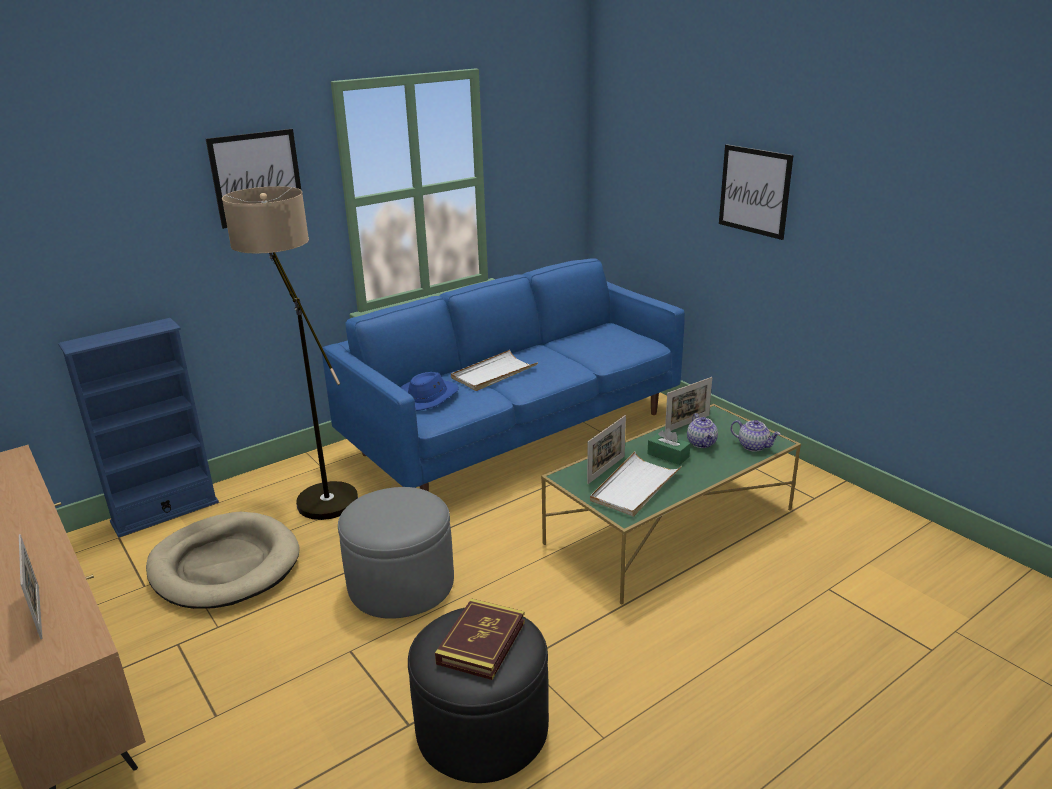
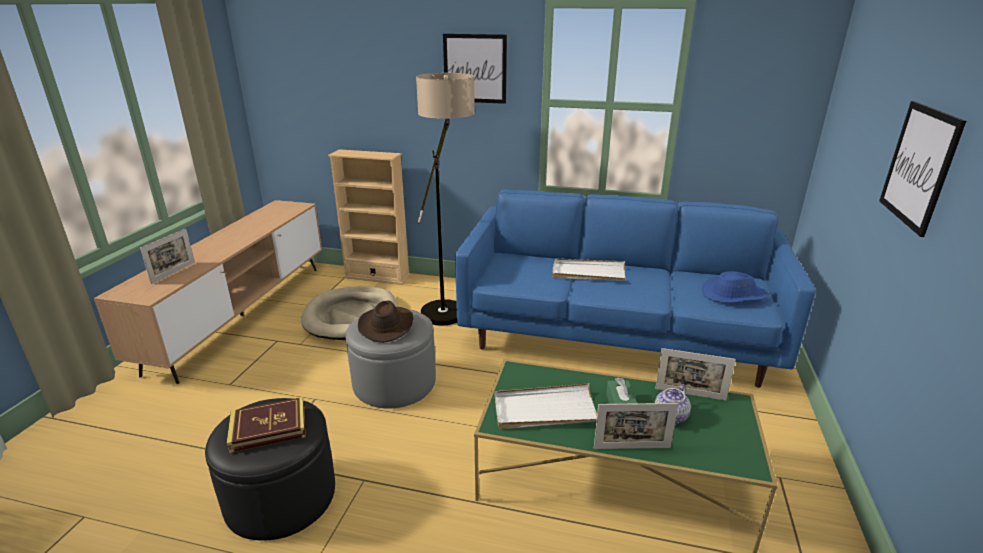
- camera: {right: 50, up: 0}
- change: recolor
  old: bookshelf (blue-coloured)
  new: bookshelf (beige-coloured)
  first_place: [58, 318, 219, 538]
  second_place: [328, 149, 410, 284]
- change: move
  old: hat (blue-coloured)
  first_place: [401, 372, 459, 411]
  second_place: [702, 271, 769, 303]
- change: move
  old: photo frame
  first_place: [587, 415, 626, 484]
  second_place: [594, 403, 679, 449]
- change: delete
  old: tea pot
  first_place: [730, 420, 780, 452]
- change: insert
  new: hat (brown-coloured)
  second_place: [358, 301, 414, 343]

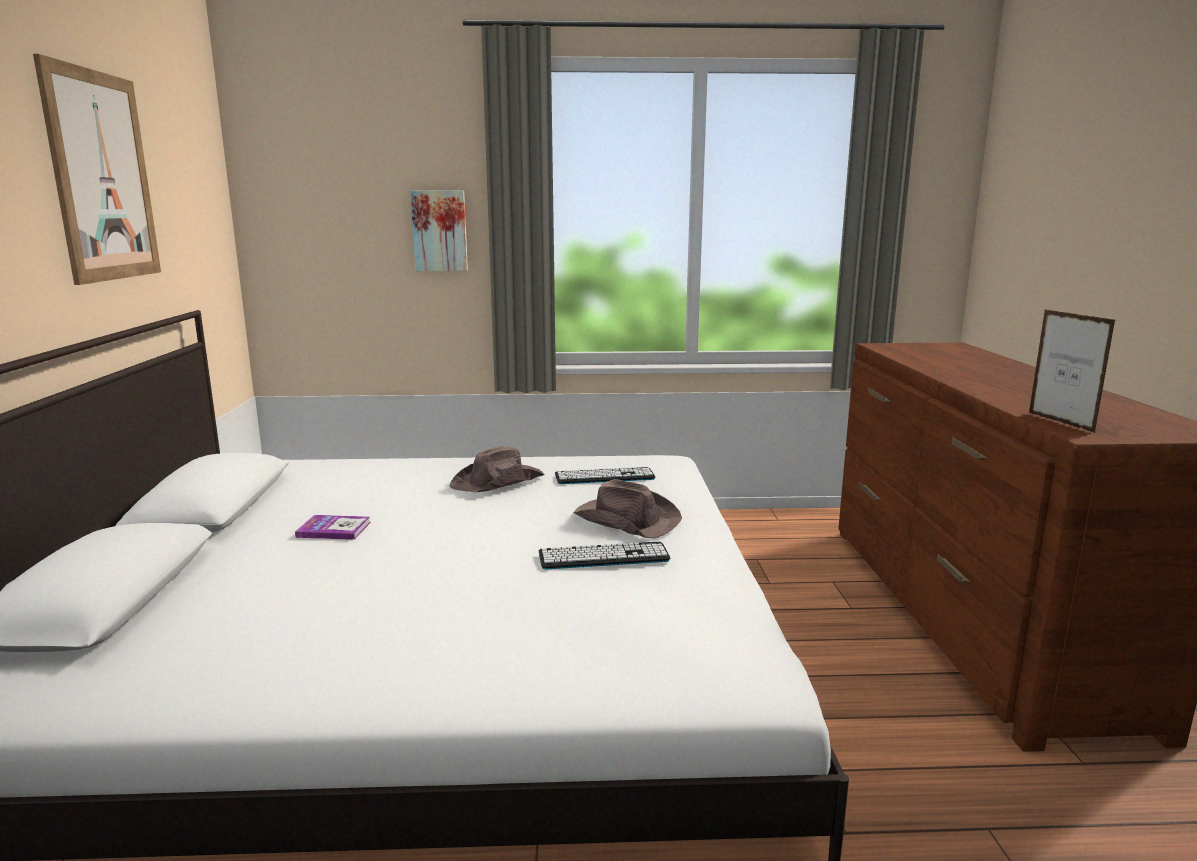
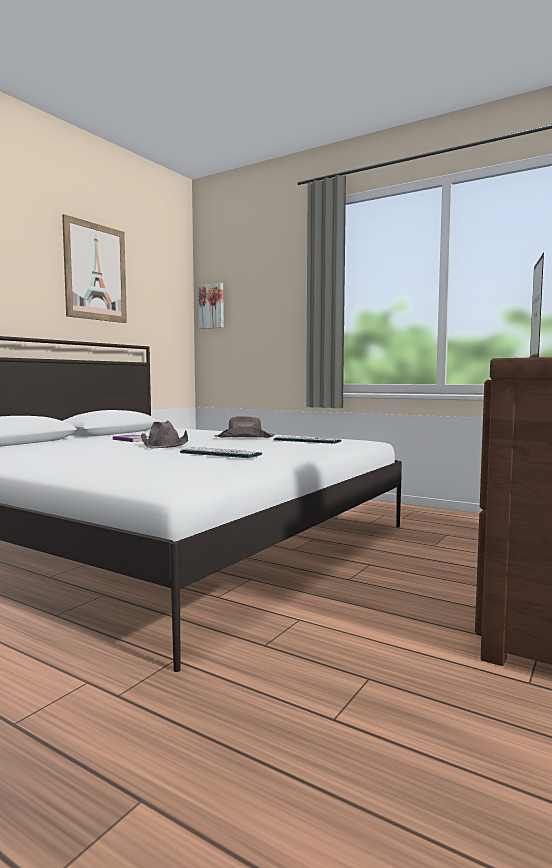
- camera: {right: 35, up: -10}
- change: move
  old: picture
  first_place: [410, 190, 468, 271]
  second_place: [198, 283, 224, 329]
- change: move
  old: hat (brown-coloured)
  first_place: [573, 479, 682, 538]
  second_place: [141, 420, 188, 449]

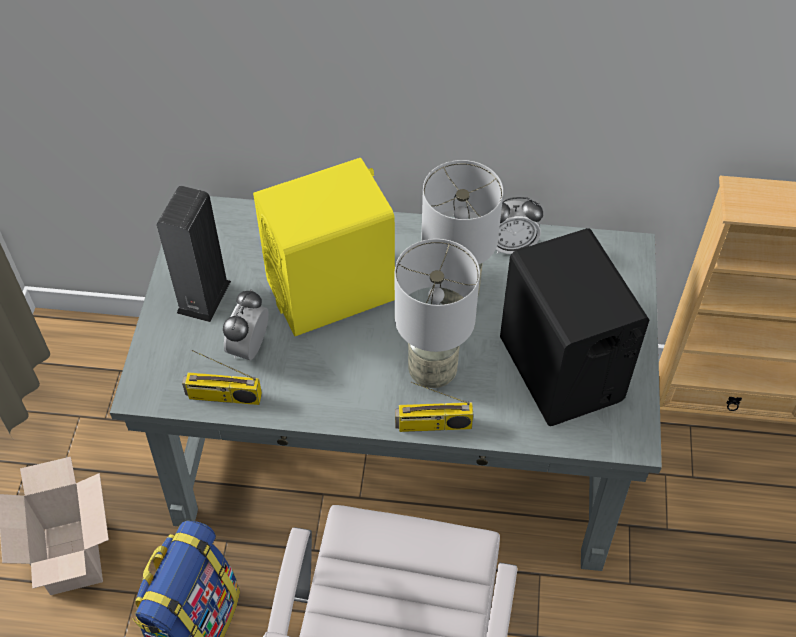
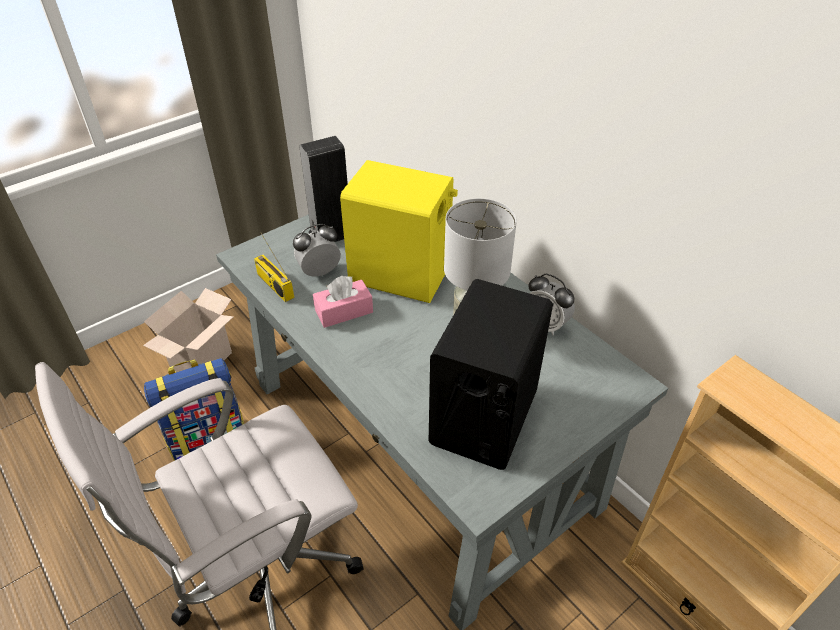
- camera: {right: 45, up: -10}
- change: delete
  old: lamp for a table (greyish)
  first_place: [395, 239, 480, 388]
- change: delete
  old: radio set
  first_place: [395, 382, 473, 432]
- change: insert
  new: box of tissues (pink-coloured)
  second_place: [313, 276, 373, 328]

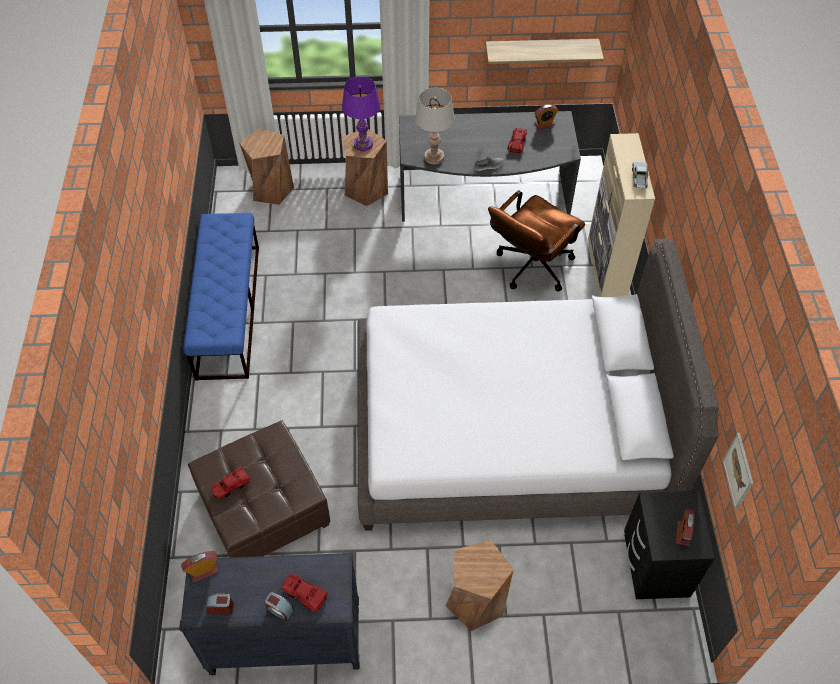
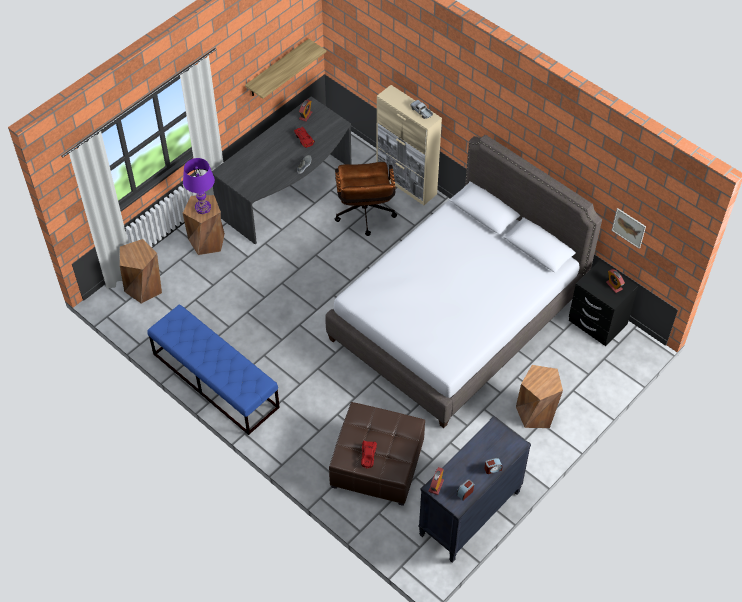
- camera: {right: -45, up: 0}
- change: delete
  old: lamp for a table (greyish)
  first_place: [415, 88, 455, 164]
- change: delete
  old: toy car (red-coloured)
  first_place: [281, 573, 328, 612]

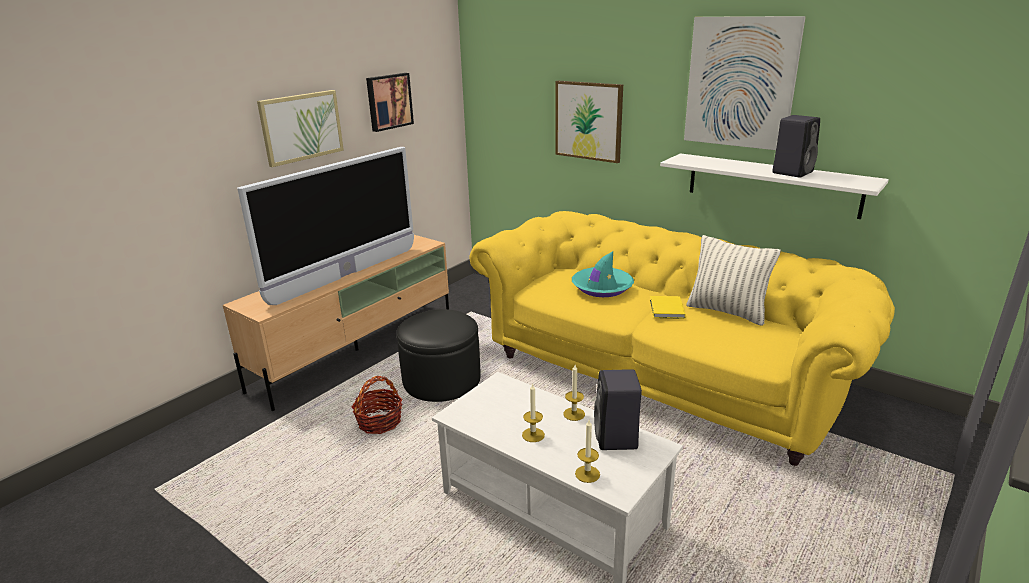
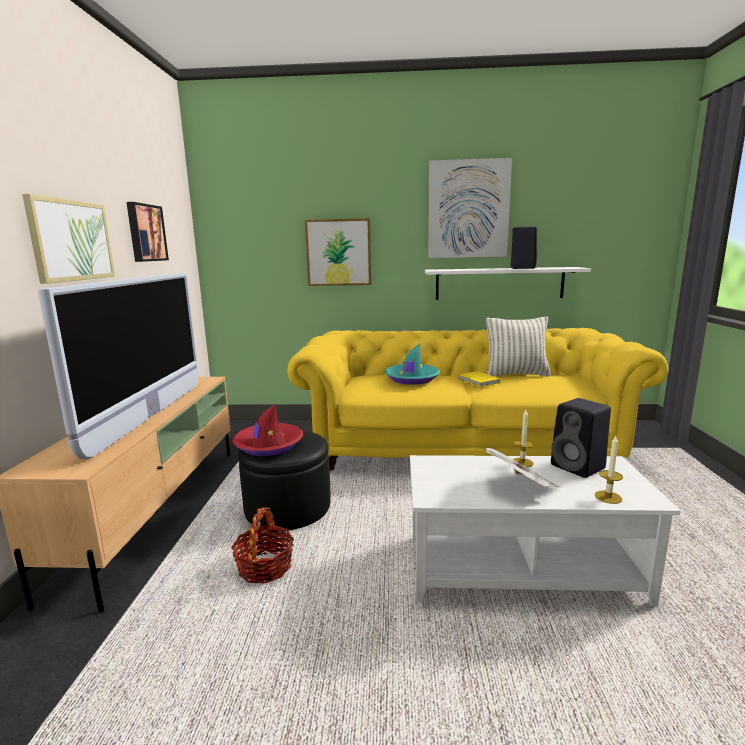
- camera: {right: -35, up: -10}
- change: replace
  old: wax candle
  new: newspaper
  first_place: [522, 383, 545, 442]
  second_place: [484, 448, 562, 489]
- change: insert
  new: hat (red-coloured)
  second_place: [232, 404, 303, 456]

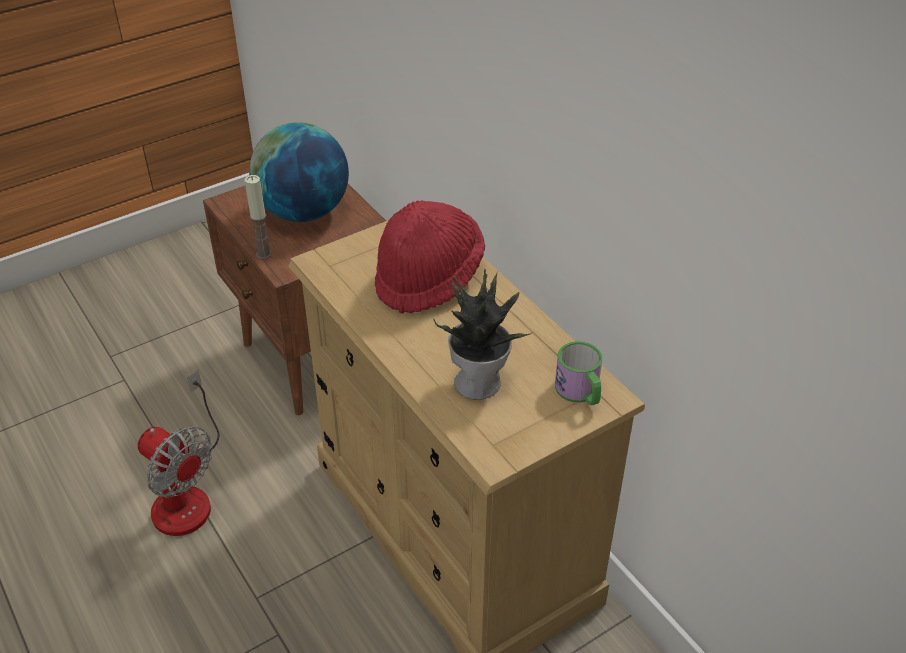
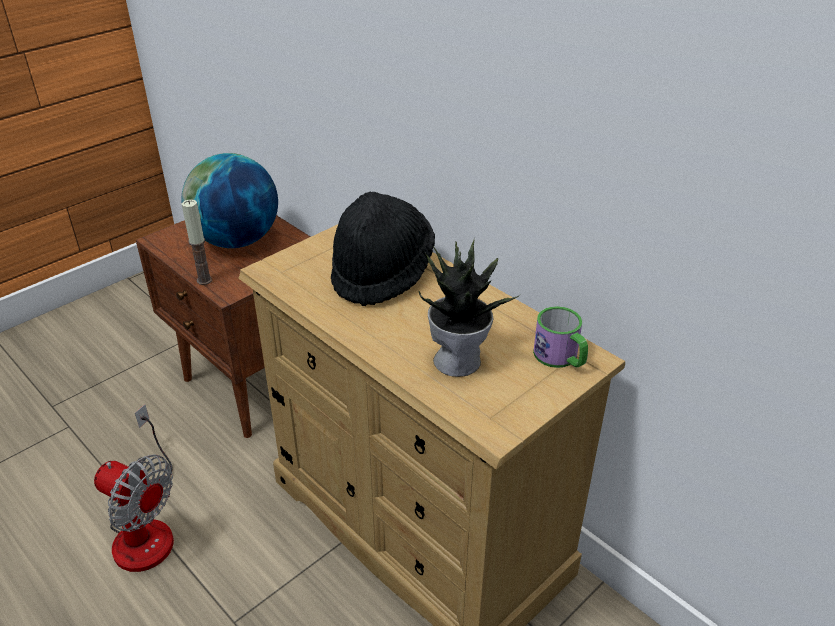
- camera: {right: -10, up: -5}
- change: recolor
  old: hat (red-coloured)
  new: hat (blackish)
  first_place: [375, 200, 485, 314]
  second_place: [331, 192, 435, 306]

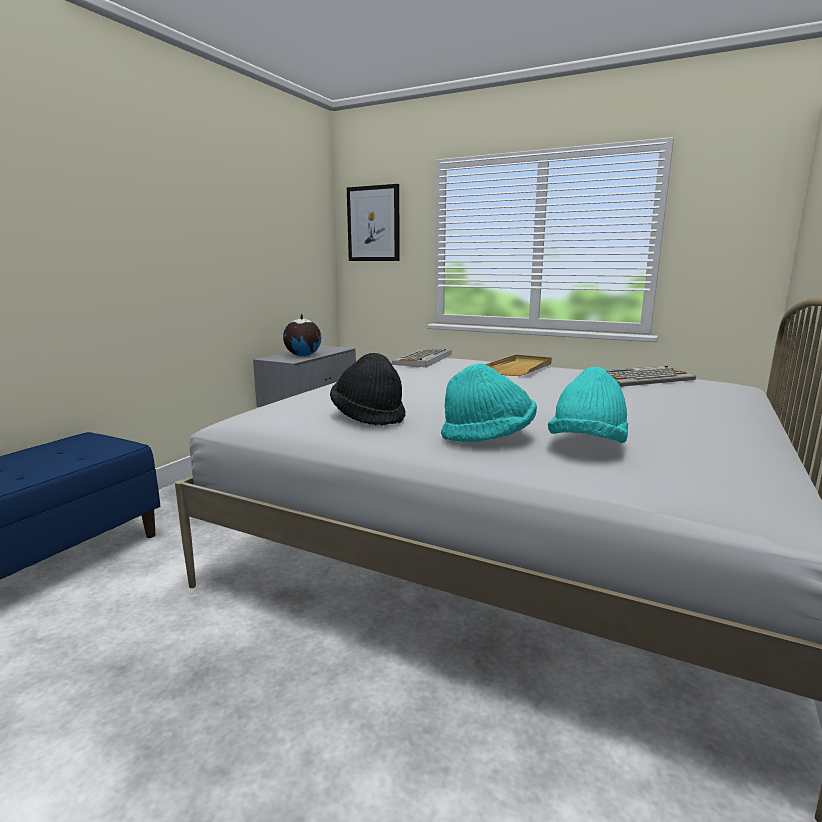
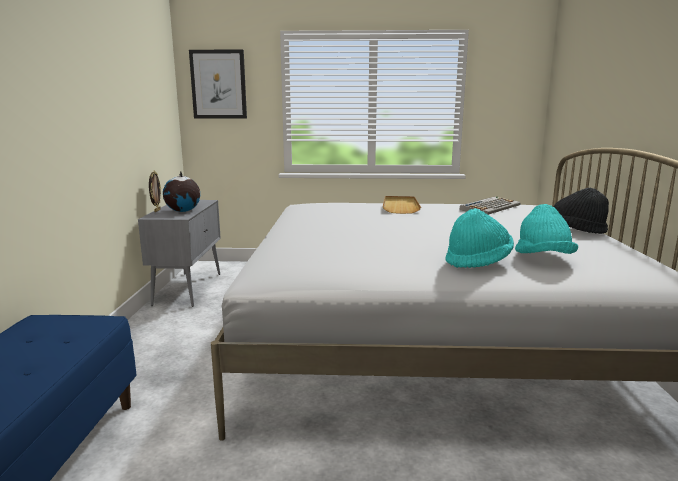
- camera: {right: -25, up: 0}
- change: delete
  old: keyboard
  first_place: [392, 349, 452, 367]
- change: move
  old: hat (blackish)
  first_place: [330, 353, 406, 426]
  second_place: [553, 188, 609, 234]
- change: insert
  new: photo frame
  second_place: [149, 171, 161, 212]

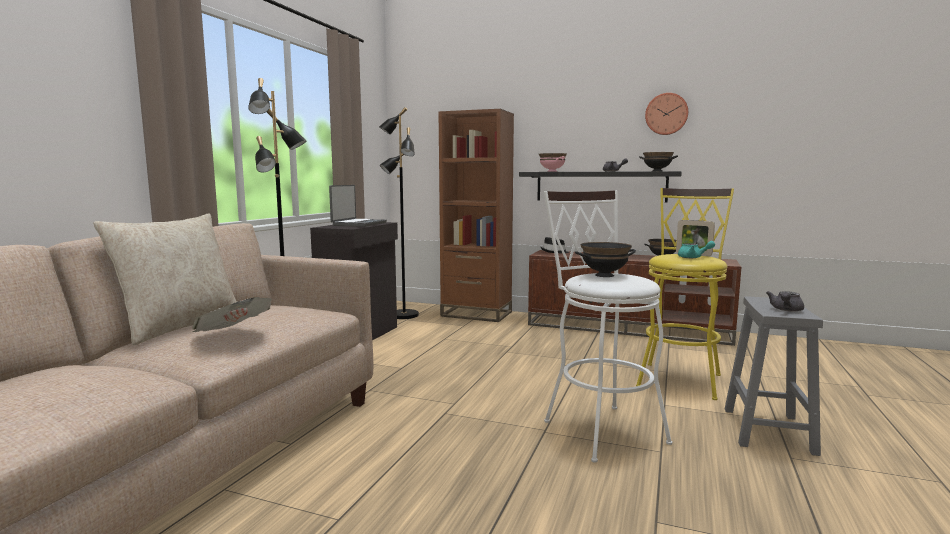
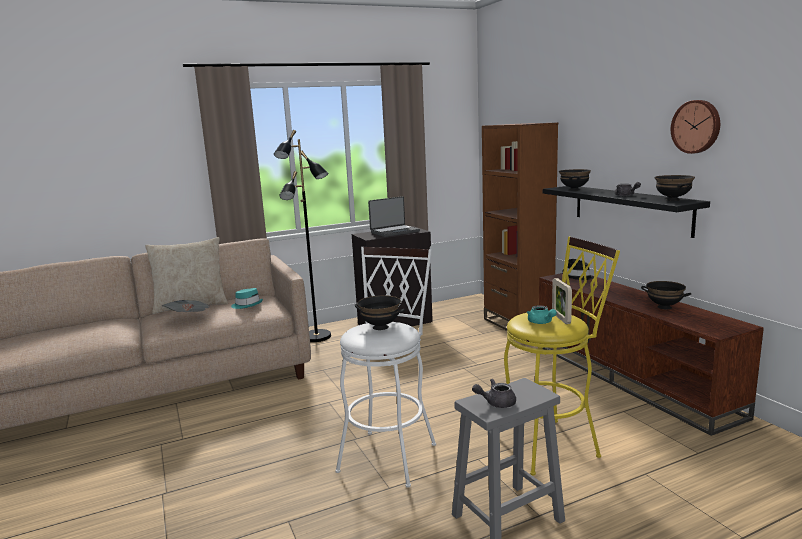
- camera: {right: 45, up: 5}
- change: delete
  old: standing lamp (blackish)
  first_place: [379, 107, 419, 319]
- change: recolor
  old: bowl (pink-coloured)
  new: bowl (blackish)
  first_place: [539, 153, 567, 172]
  second_place: [559, 169, 591, 191]
- change: insert
  new: hat (turquoise-coloured)
  second_place: [231, 288, 263, 309]

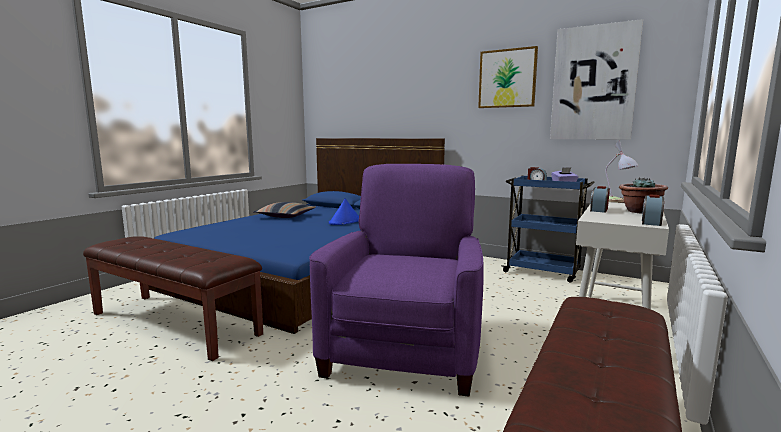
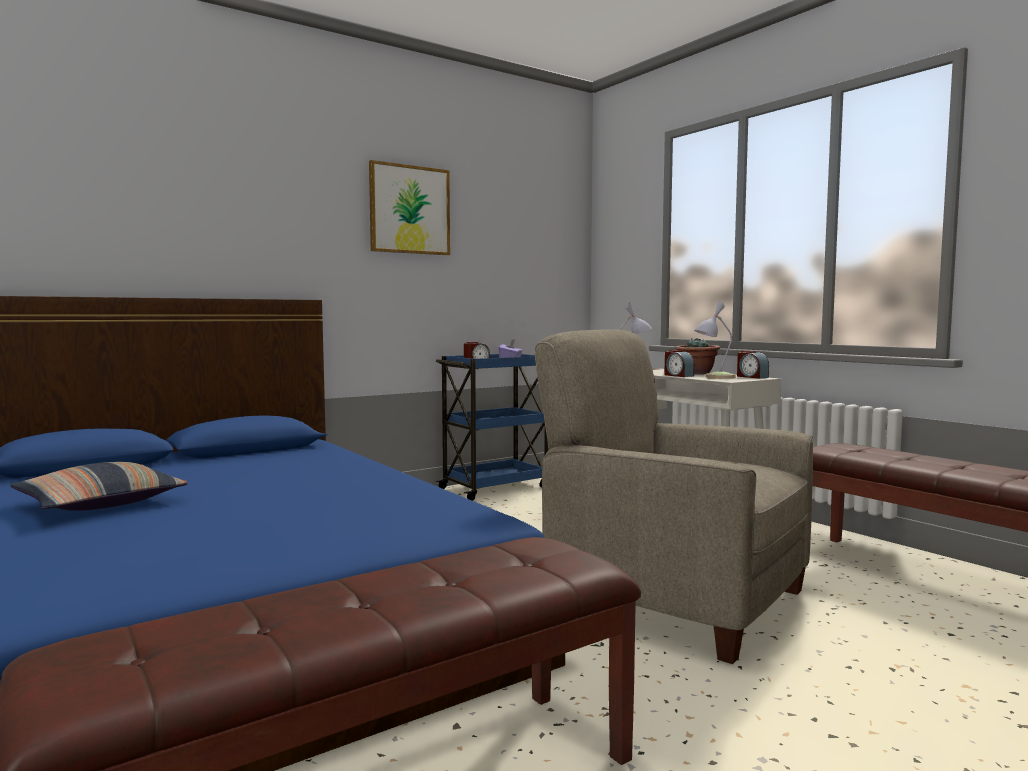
- camera: {right: -65, up: -5}
- change: delete
  old: picture
  first_place: [550, 19, 643, 139]
- change: recolor
  old: armchair (purple)
  new: armchair (beige-coloured)
  first_place: [309, 164, 484, 397]
  second_place: [535, 329, 813, 664]
- change: delete
  old: hat (blue-coloured)
  first_place: [329, 198, 359, 225]
- change: insert
  new: lamp for a table
  second_place: [694, 300, 736, 379]

